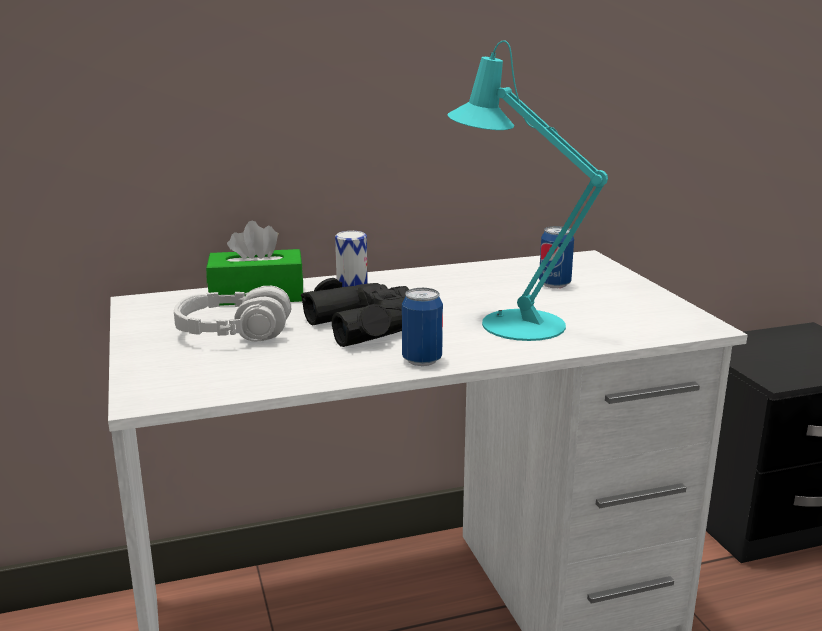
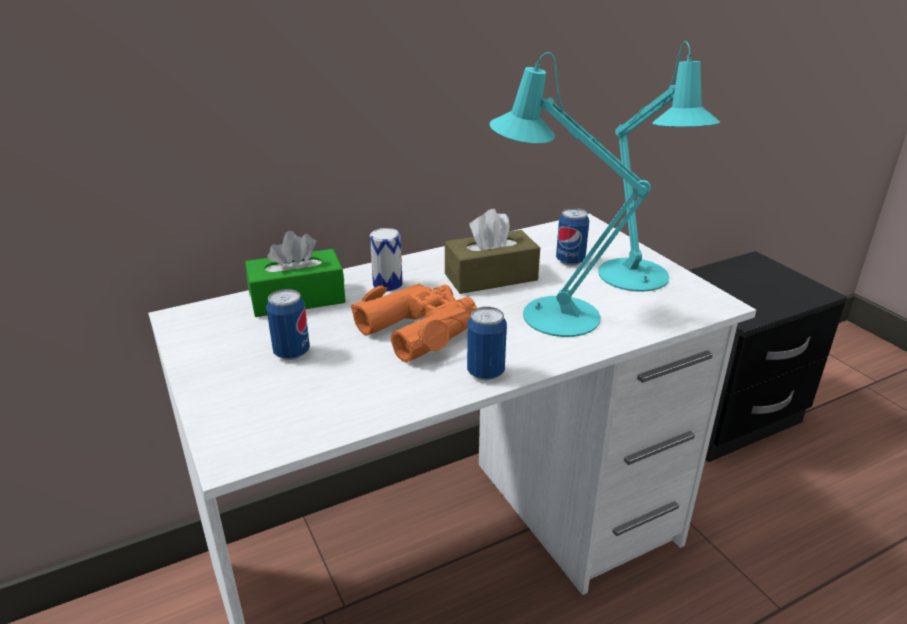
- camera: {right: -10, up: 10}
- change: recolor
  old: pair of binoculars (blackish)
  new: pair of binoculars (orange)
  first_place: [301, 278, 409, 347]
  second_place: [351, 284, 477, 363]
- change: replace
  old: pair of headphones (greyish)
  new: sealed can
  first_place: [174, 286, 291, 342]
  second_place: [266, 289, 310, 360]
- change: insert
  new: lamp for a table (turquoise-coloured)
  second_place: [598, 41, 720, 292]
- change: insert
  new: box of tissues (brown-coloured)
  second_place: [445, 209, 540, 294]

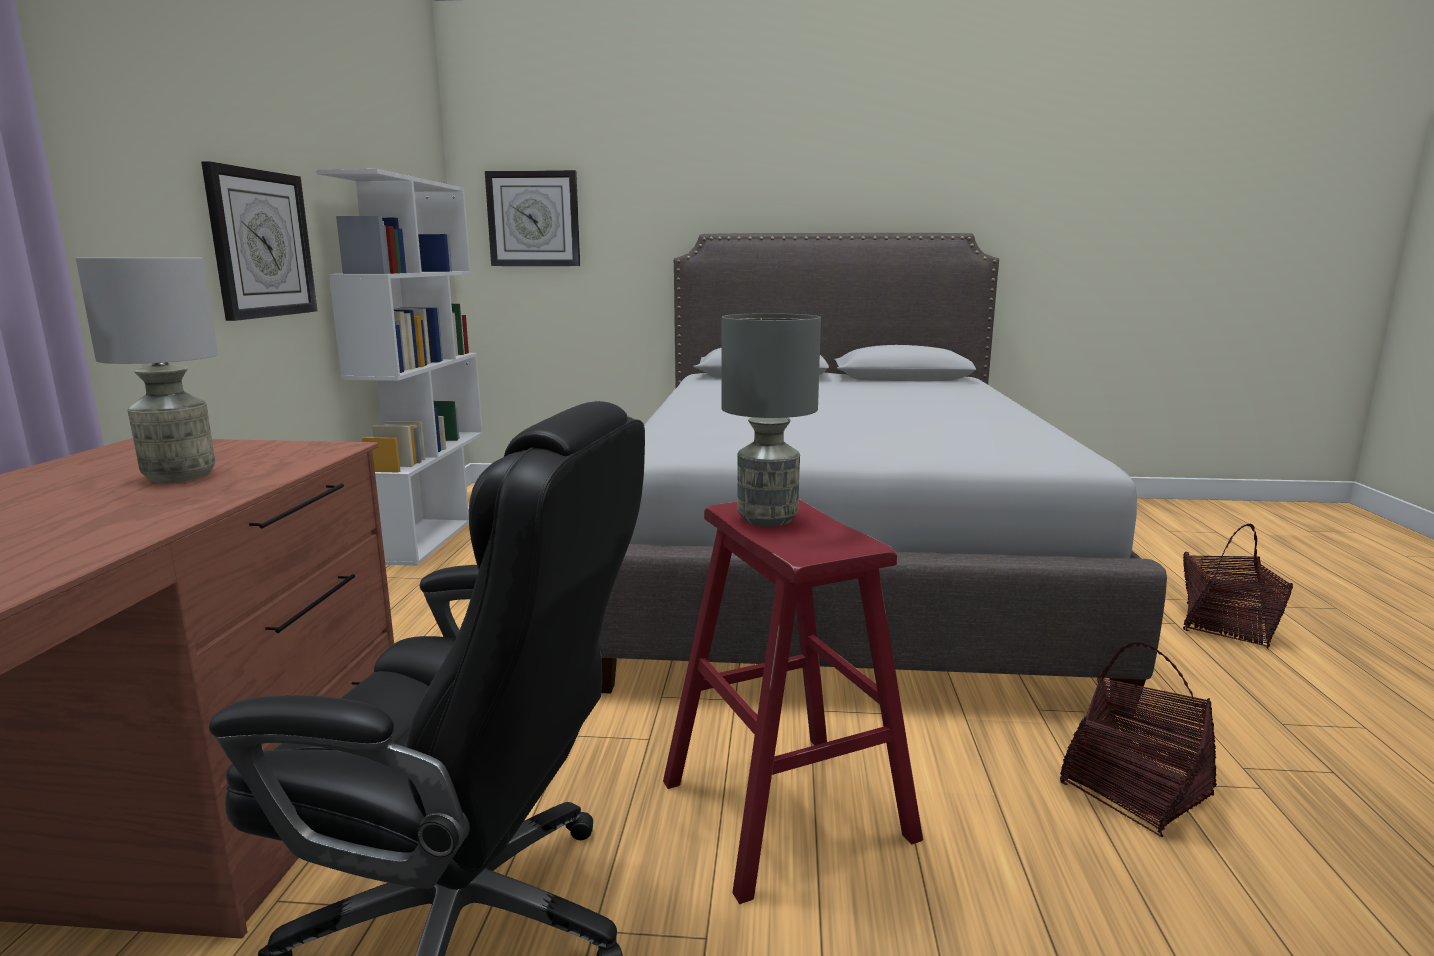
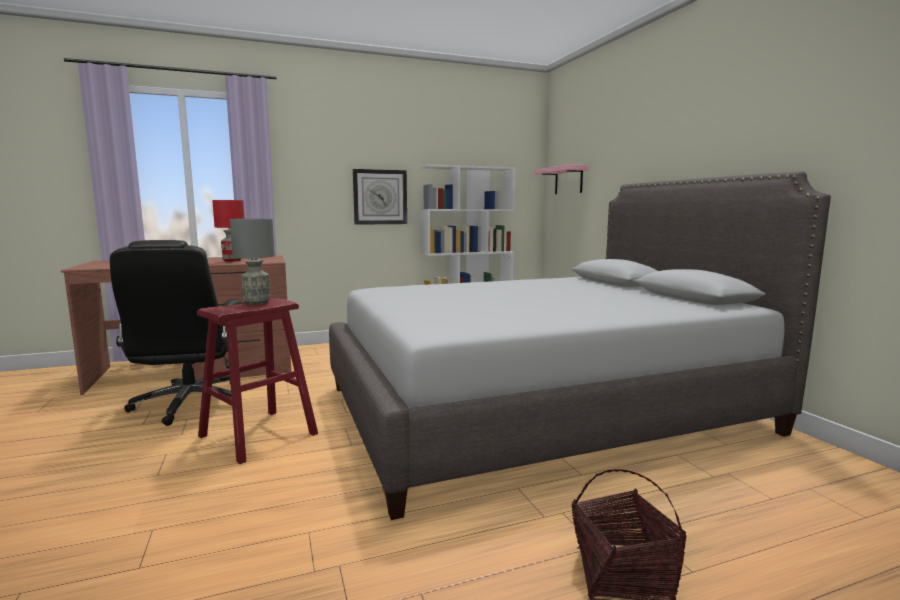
- camera: {right: 65, up: -5}
- change: replace
  old: hanging clock
  new: shelf (pink-coloured)
  first_place: [485, 170, 580, 266]
  second_place: [534, 164, 589, 194]
- change: recolor
  old: lamp for a table (greyish)
  new: lamp for a table (red-coloured)
  first_place: [76, 258, 218, 483]
  second_place: [212, 200, 244, 262]
- change: delete
  old: household basket
  first_place: [1060, 643, 1217, 837]

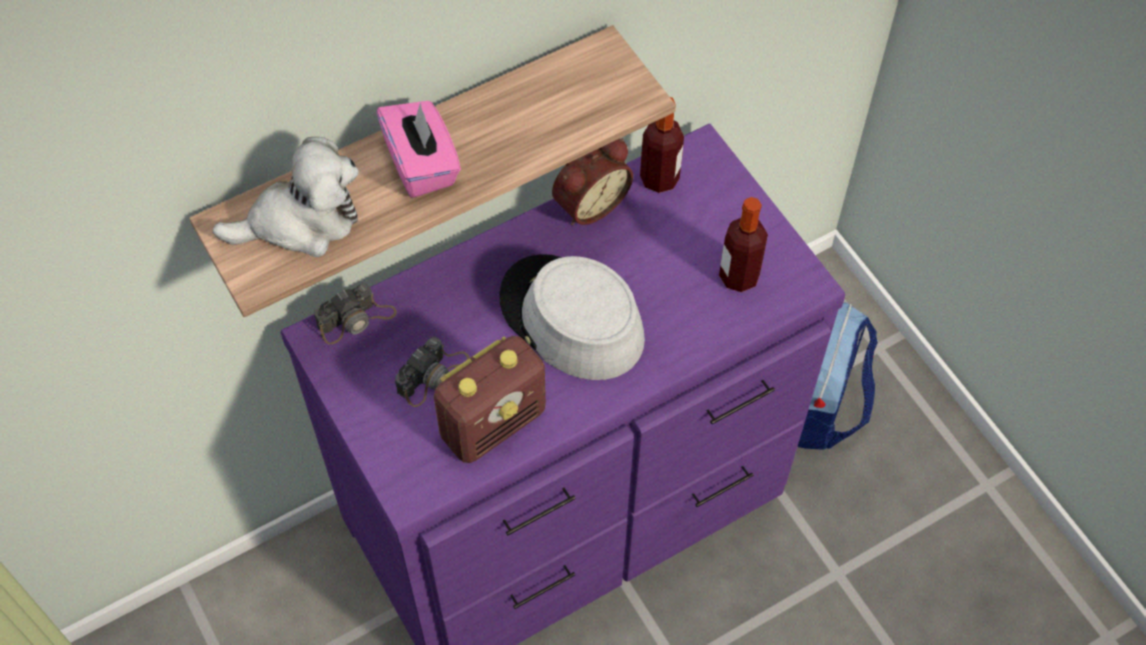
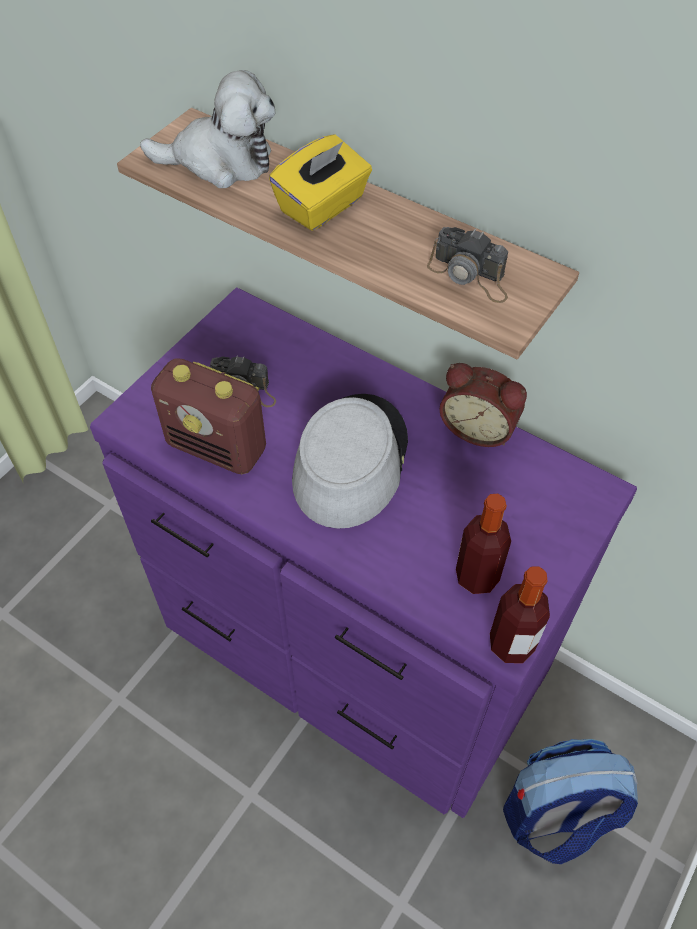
- camera: {right: 65, up: -5}
- change: move
  old: beverage bottle
  first_place: [640, 96, 684, 193]
  second_place: [490, 566, 550, 663]
- change: recolor
  old: box of tissues (pink-coloured)
  new: box of tissues (yellow)
  first_place: [376, 101, 461, 198]
  second_place: [269, 134, 372, 231]
- change: rotate
  old: plush toy
  first_place: [212, 137, 359, 257]
  second_place: [140, 70, 275, 188]
  degrees: -45
- change: move
  old: still camera
  first_place: [314, 283, 397, 344]
  second_place: [427, 227, 508, 303]

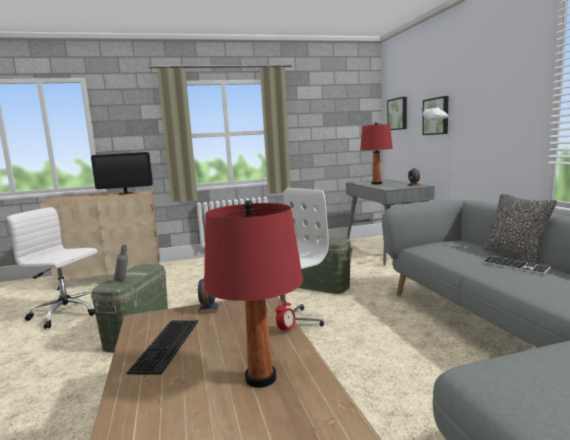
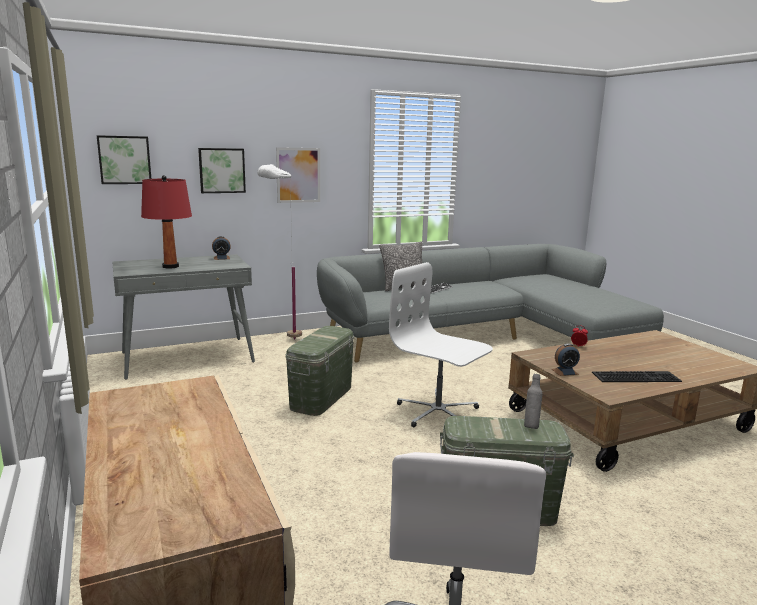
- camera: {right: -100, up: 5}
- change: delete
  old: computer display
  first_place: [91, 152, 153, 195]
- change: delete
  old: lamp for a table (red-coloured)
  first_place: [204, 200, 303, 388]
- change: insert
  new: picture
  second_place: [276, 147, 320, 203]

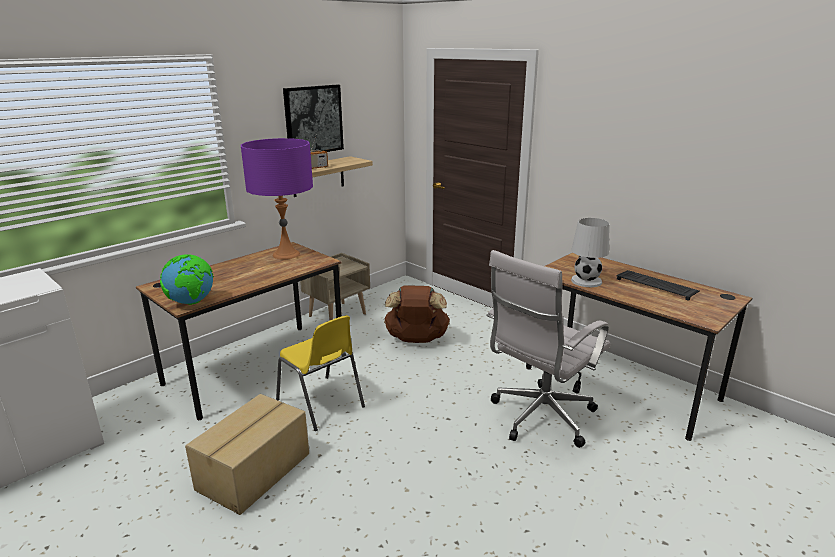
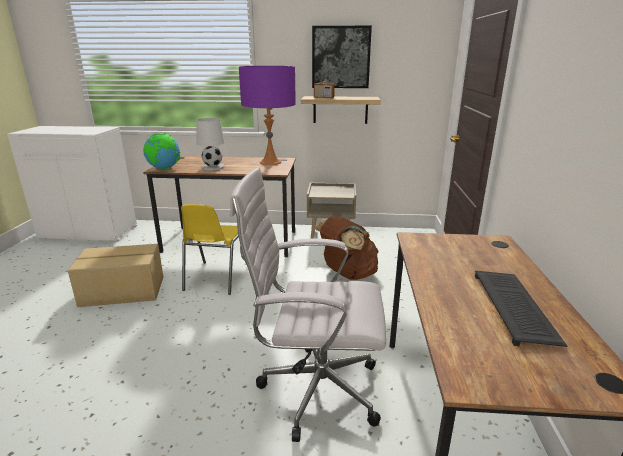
- camera: {right: 50, up: 0}
- change: move
  old: lamp for a table (white-coloured)
  first_place: [571, 218, 609, 287]
  second_place: [197, 118, 225, 170]

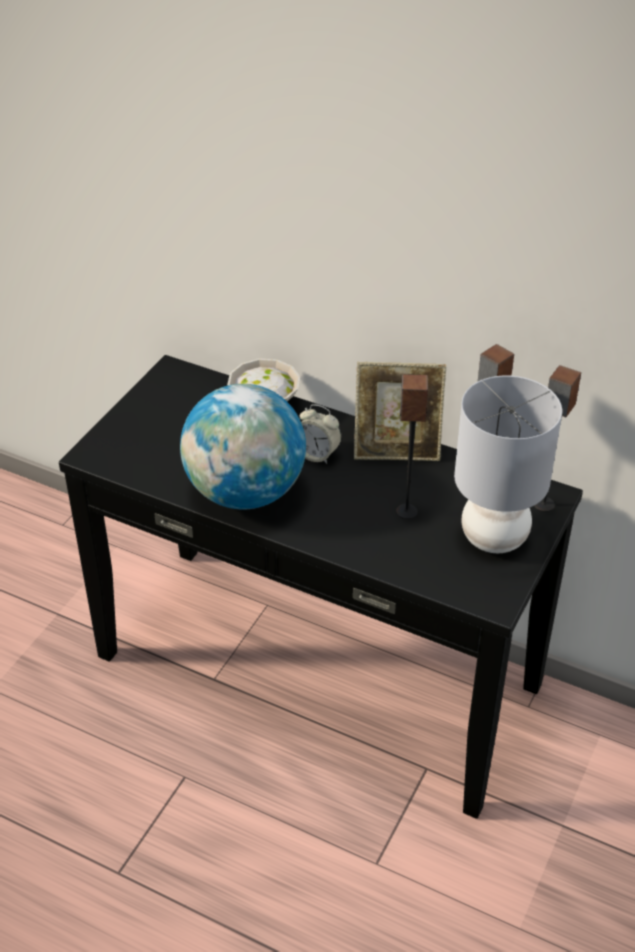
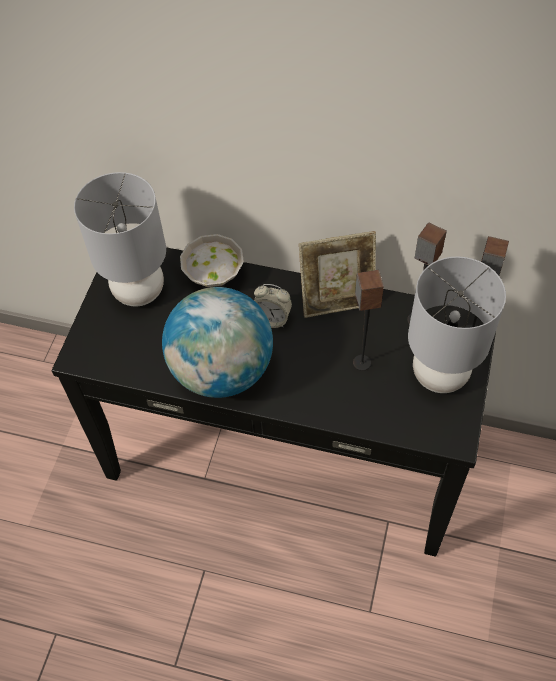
- camera: {right: -10, up: 15}
- change: insert
  new: lamp for a table (greyish)
  second_place: [74, 172, 166, 306]

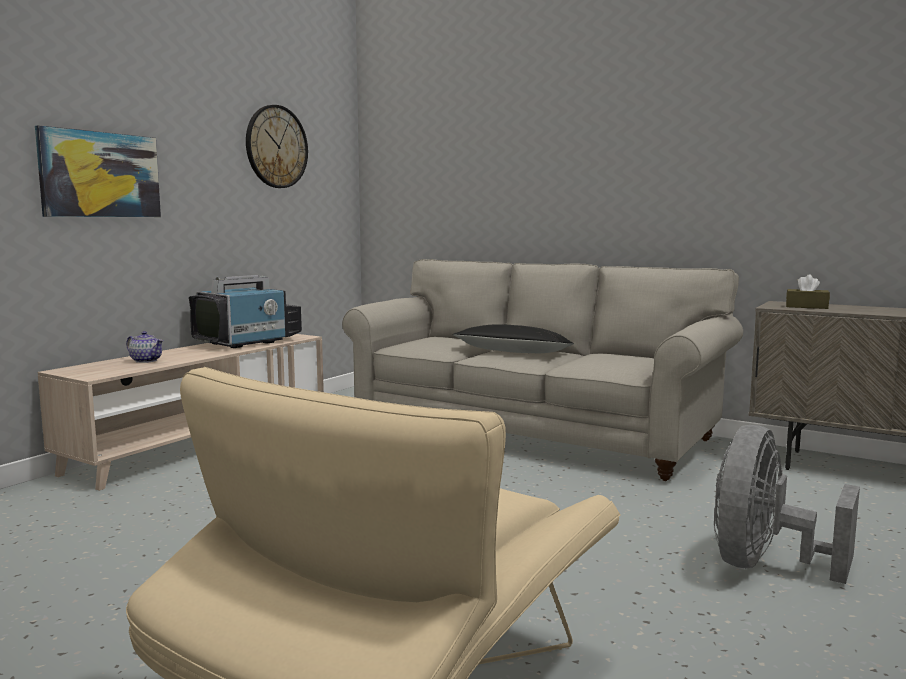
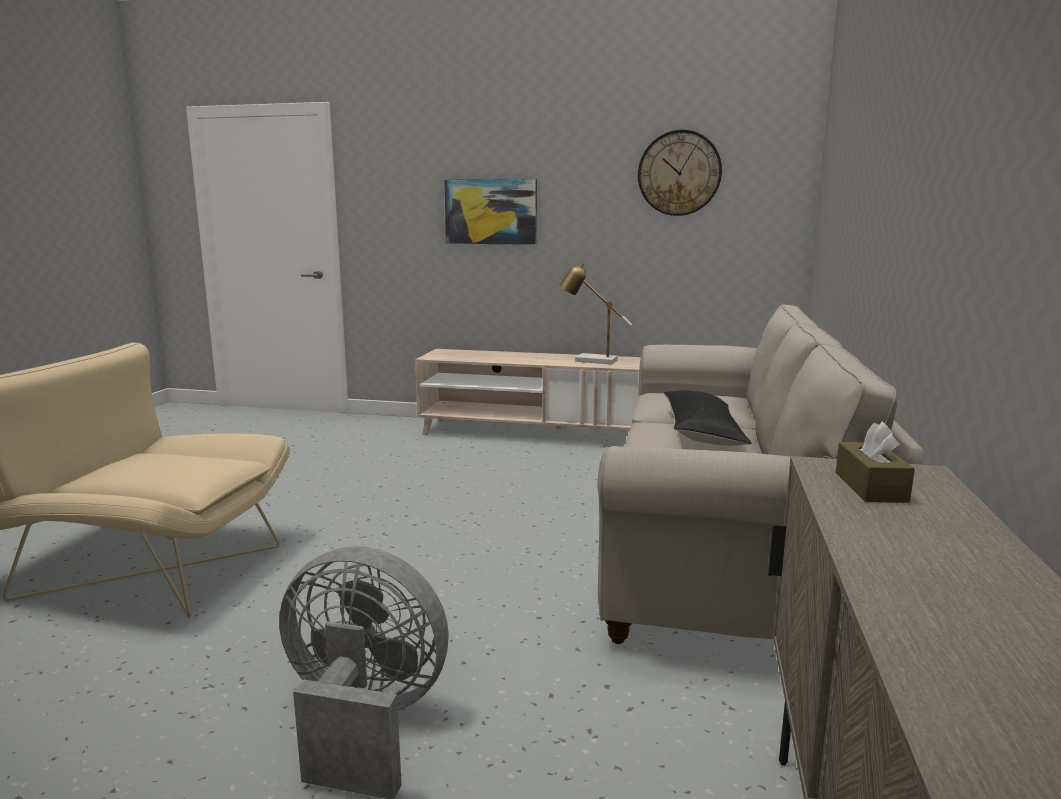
- camera: {right: 70, up: 5}
- change: replace
  old: TV set
  new: lamp for a table
  first_place: [189, 275, 302, 348]
  second_place: [560, 264, 632, 364]
- change: delete
  old: tea pot
  first_place: [126, 331, 164, 363]

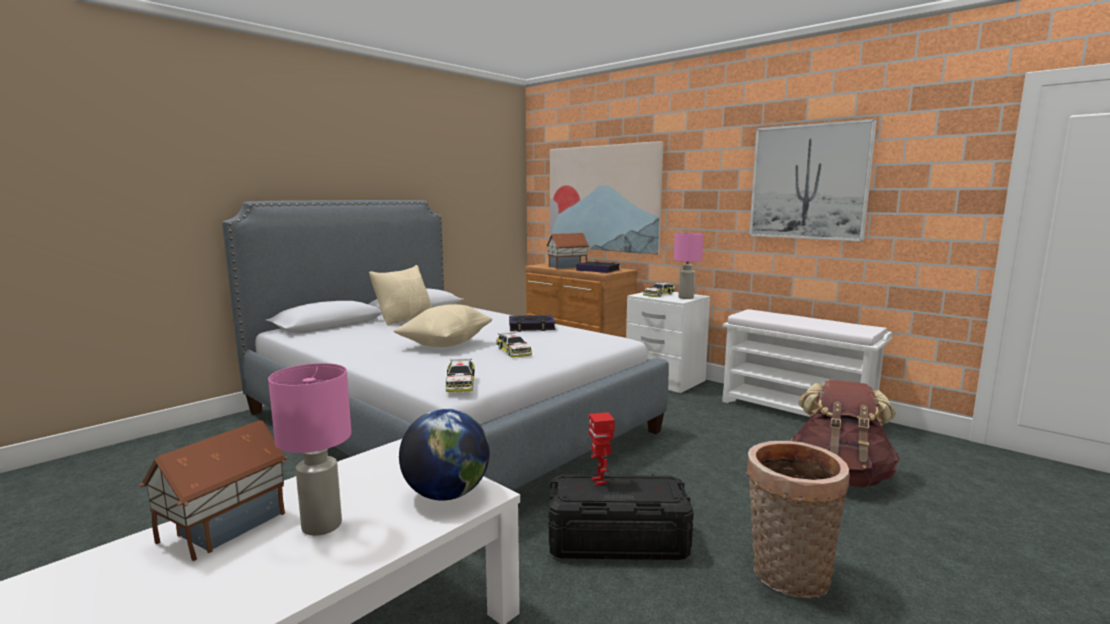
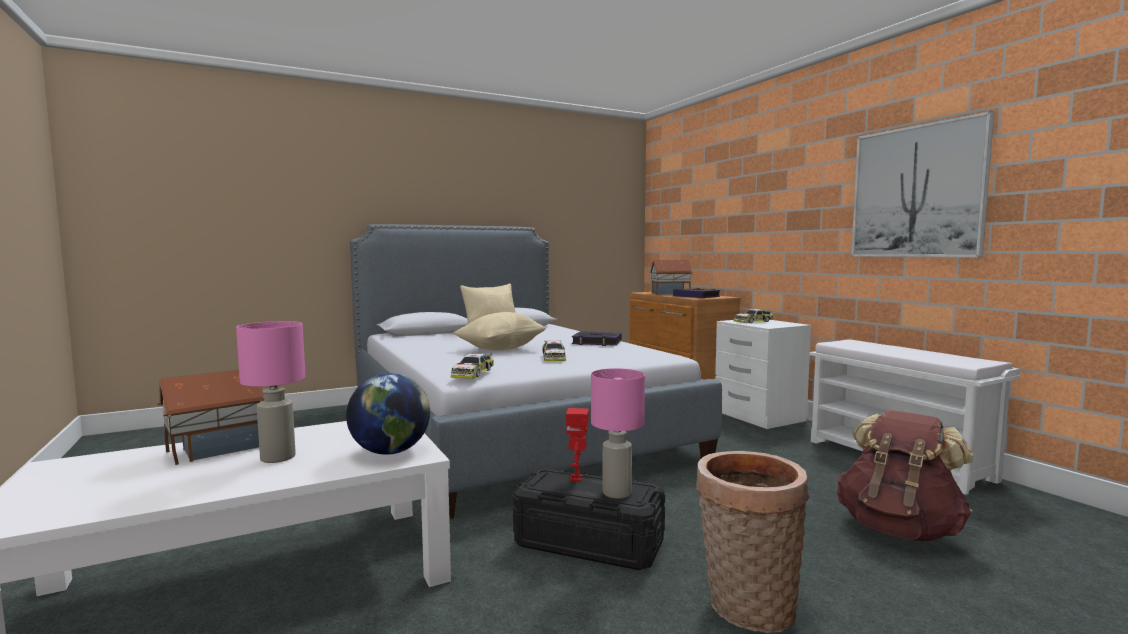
- camera: {right: 20, up: -5}
- change: delete
  old: picture
  first_place: [550, 141, 664, 255]
- change: move
  old: lamp for a table (pink-coloured)
  first_place: [674, 233, 704, 299]
  second_place: [591, 368, 645, 499]

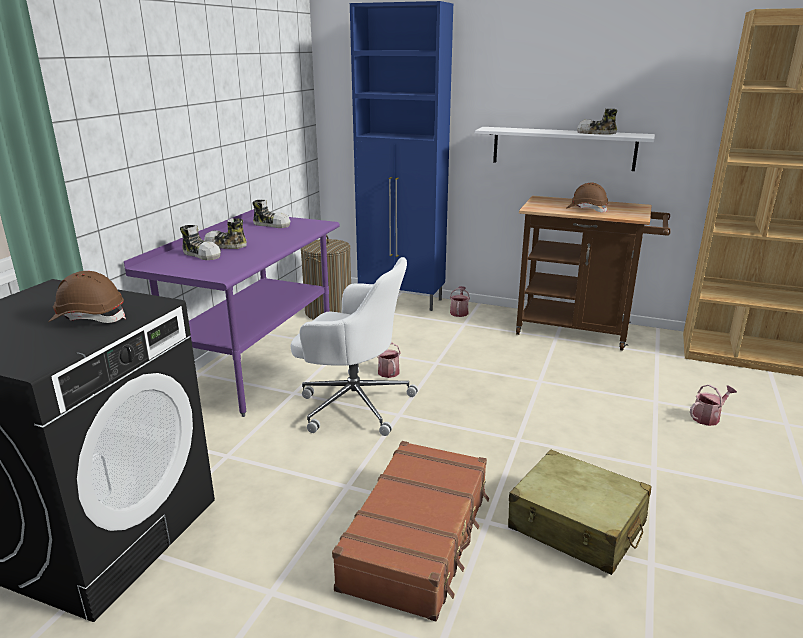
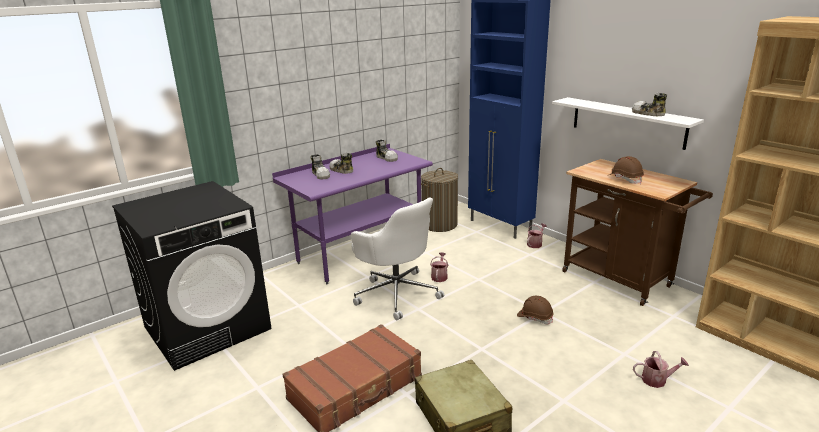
- camera: {right: 30, up: 0}
- change: move
  old: hard hat (brown-coloured)
  first_place: [48, 271, 126, 323]
  second_place: [517, 296, 554, 324]

